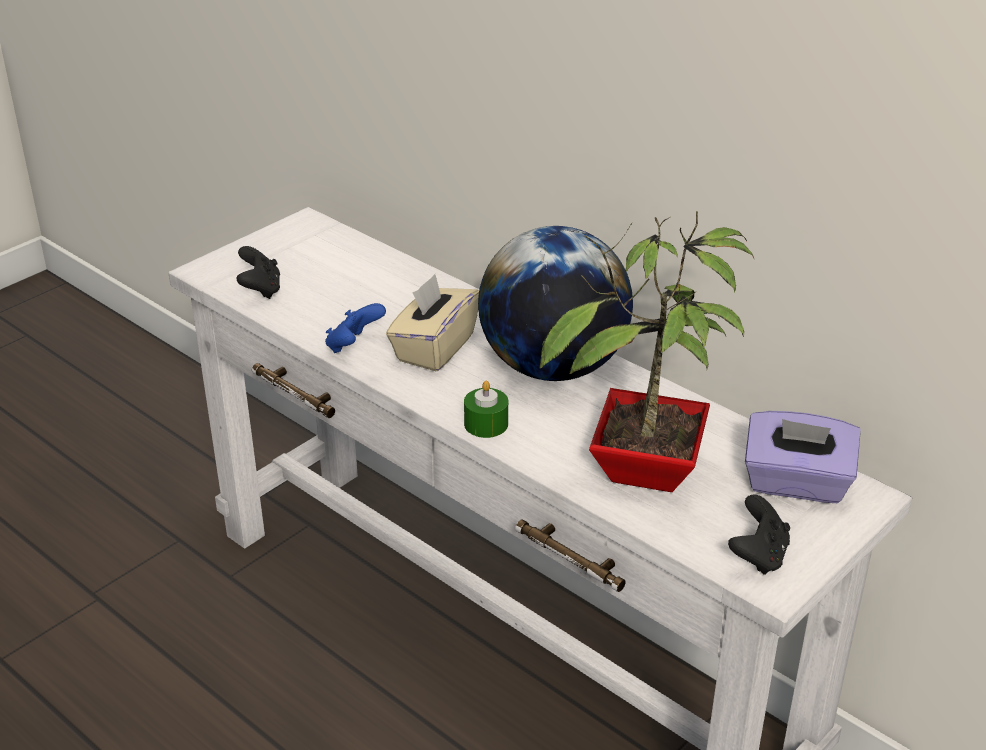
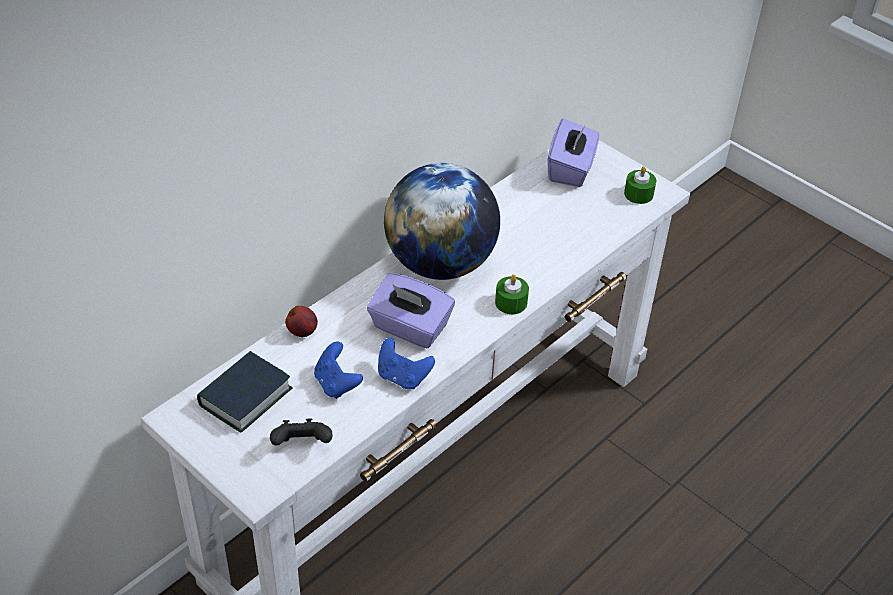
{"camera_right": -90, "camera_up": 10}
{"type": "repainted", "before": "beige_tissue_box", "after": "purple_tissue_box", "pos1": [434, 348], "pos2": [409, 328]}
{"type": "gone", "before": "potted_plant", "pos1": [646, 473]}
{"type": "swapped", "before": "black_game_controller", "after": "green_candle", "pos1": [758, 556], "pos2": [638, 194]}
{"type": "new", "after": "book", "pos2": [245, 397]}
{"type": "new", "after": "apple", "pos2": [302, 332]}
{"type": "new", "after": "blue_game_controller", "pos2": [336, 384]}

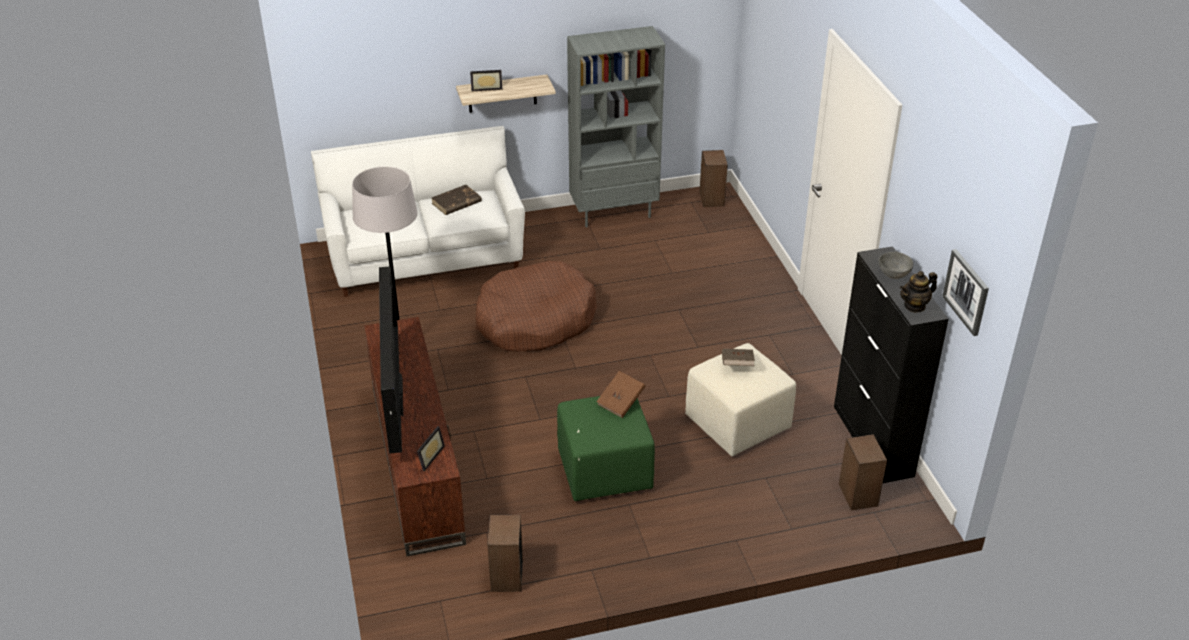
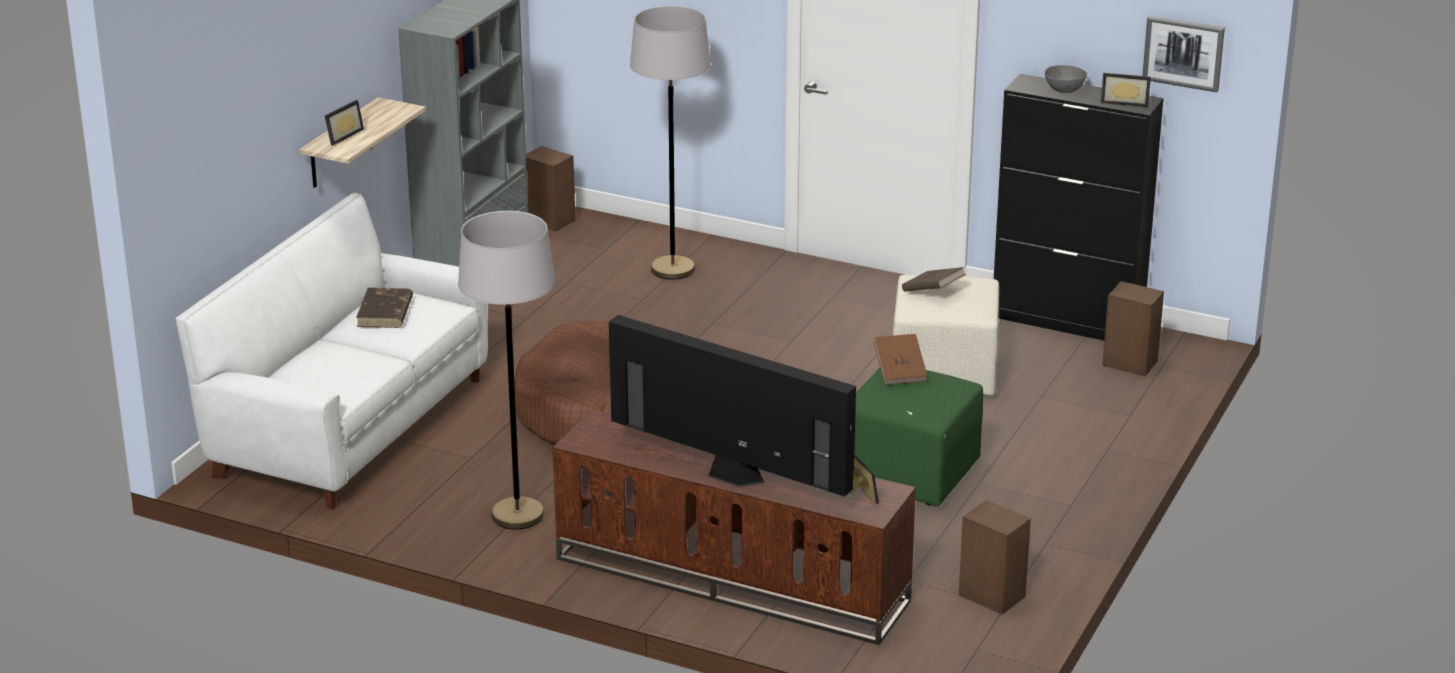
{"camera_right": -50, "camera_up": -10}
{"type": "swapped", "before": "teapot", "after": "picture_frame", "pos1": [915, 306], "pos2": [1125, 102]}
{"type": "new", "after": "grey_floor_lamp", "pos2": [672, 269]}

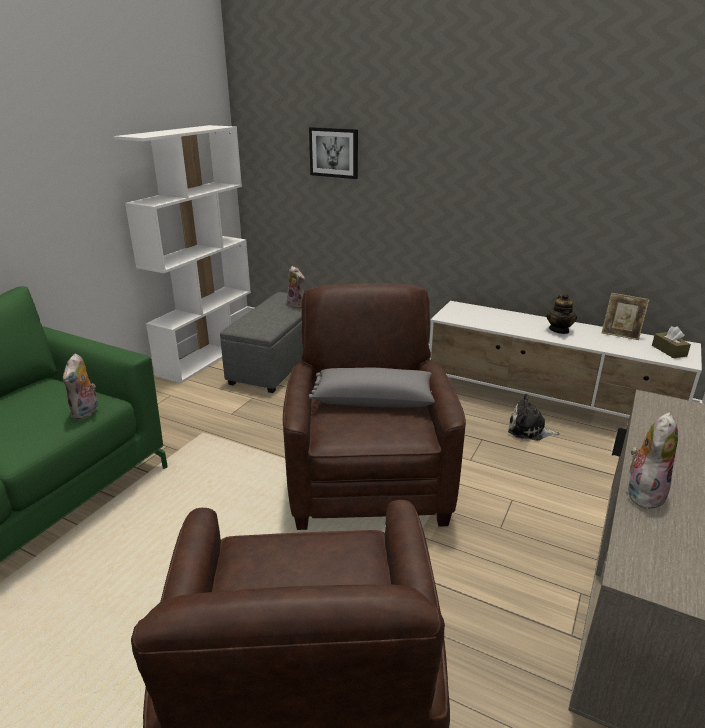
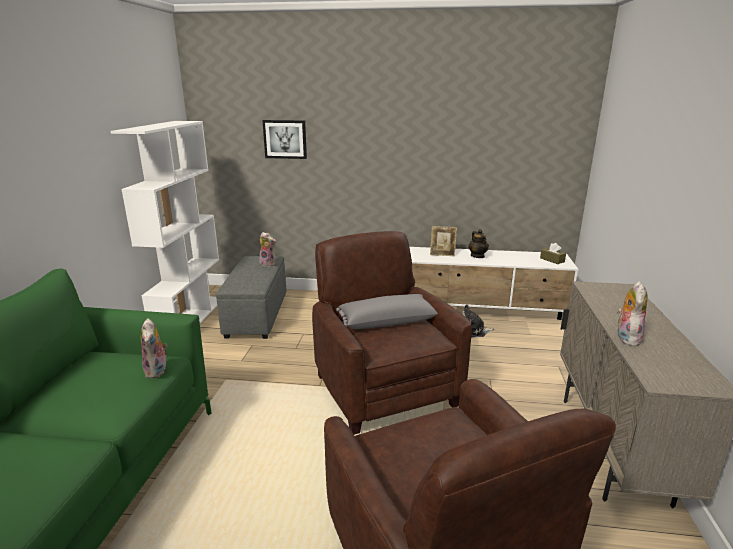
{"camera_right": -20, "camera_up": -5}
{"type": "shifted", "before": "picture_frame", "pos1": [620, 334], "pos2": [442, 254]}

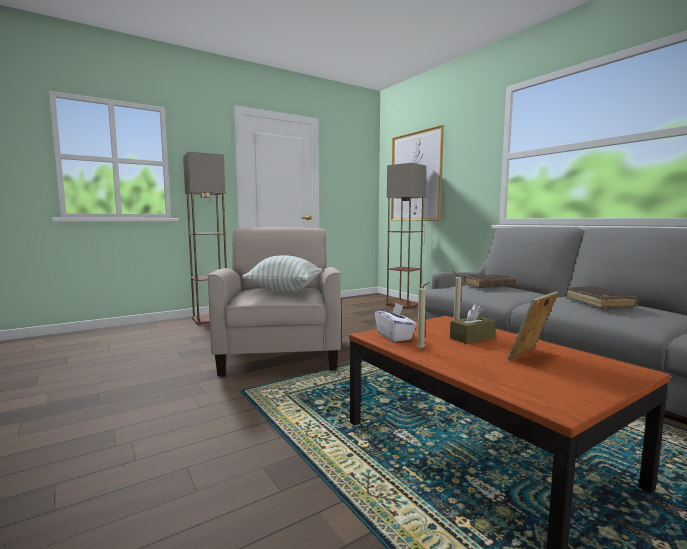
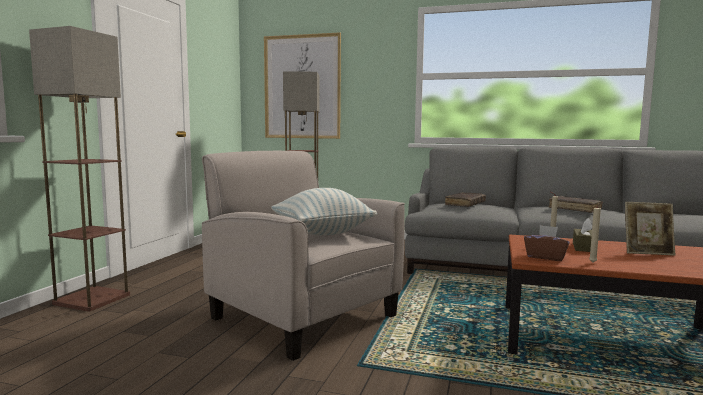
{"camera_right": -40, "camera_up": 0}
{"type": "repainted", "before": "white_tissue_box", "after": "brown_tissue_box", "pos1": [394, 336], "pos2": [545, 257]}
{"type": "rotated", "before": "picture_frame", "pos1": [530, 356], "pos2": [647, 252], "turn": -90}

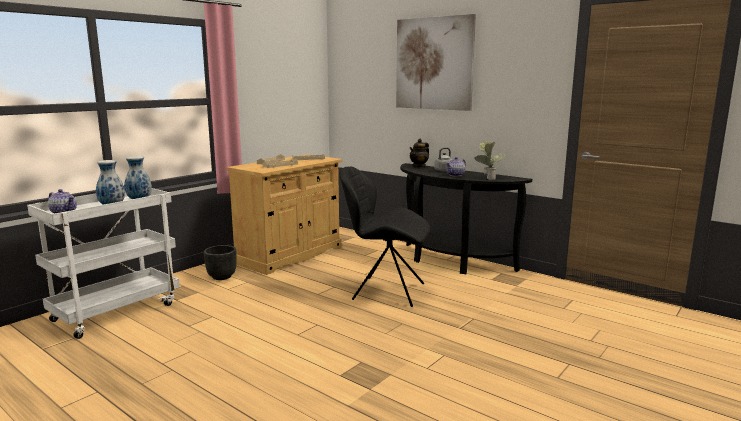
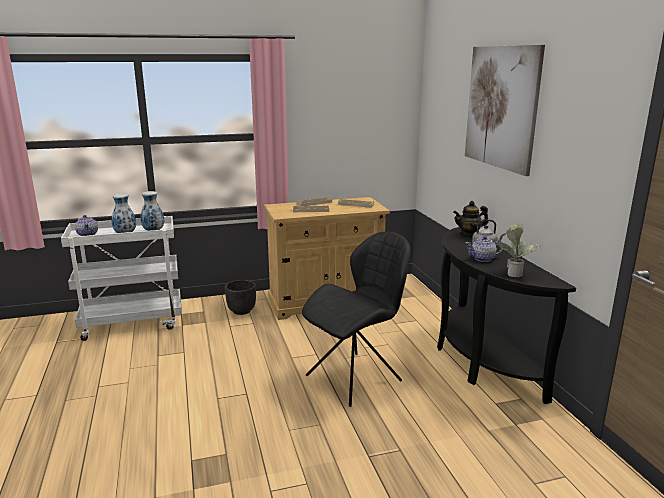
{"camera_right": 35, "camera_up": 5}
{"type": "rotated", "before": "black_chair", "pos1": [386, 291], "pos2": [356, 377], "turn": 90}

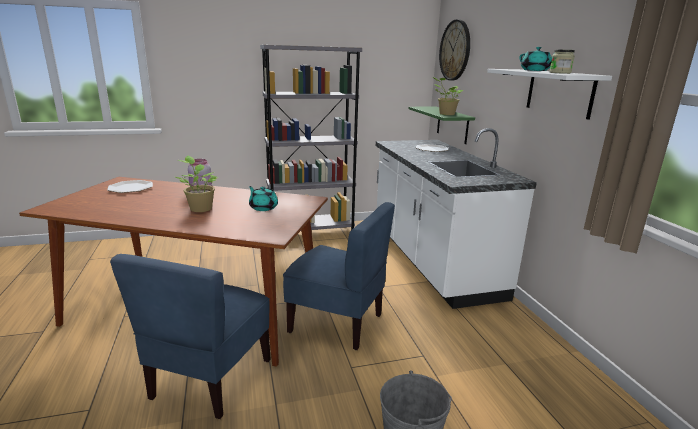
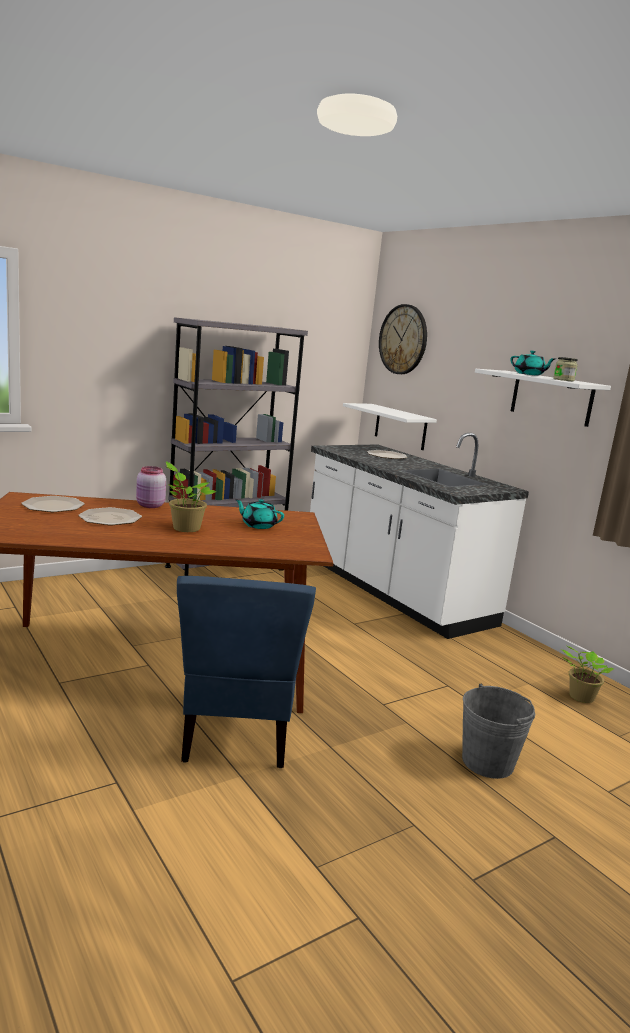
{"camera_right": -20, "camera_up": -5}
{"type": "gone", "before": "blue_chair", "pos1": [337, 323]}
{"type": "repainted", "before": "green_shelf", "after": "white_shelf", "pos1": [452, 124], "pos2": [400, 427]}
{"type": "shifted", "before": "potted_plant", "pos1": [445, 114], "pos2": [579, 697]}
{"type": "new", "after": "plate", "pos2": [111, 518]}

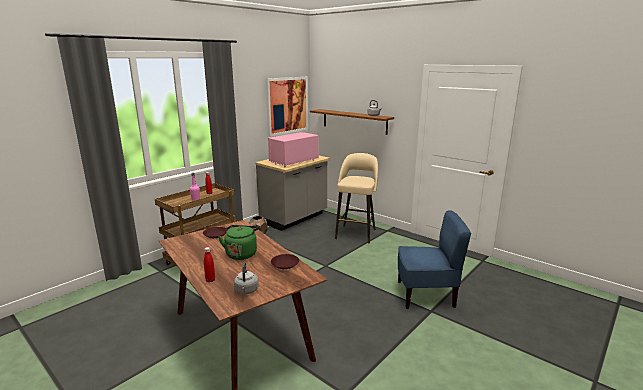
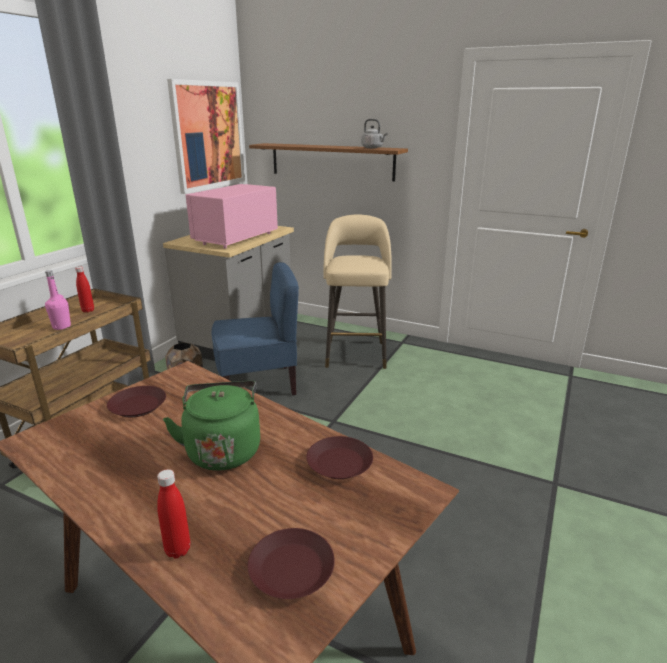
{"camera_right": -15, "camera_up": 5}
{"type": "swapped", "before": "grey_kettle", "after": "brown_plate", "pos1": [246, 291], "pos2": [292, 569]}
{"type": "shifted", "before": "blue_chair", "pos1": [425, 295], "pos2": [258, 384]}

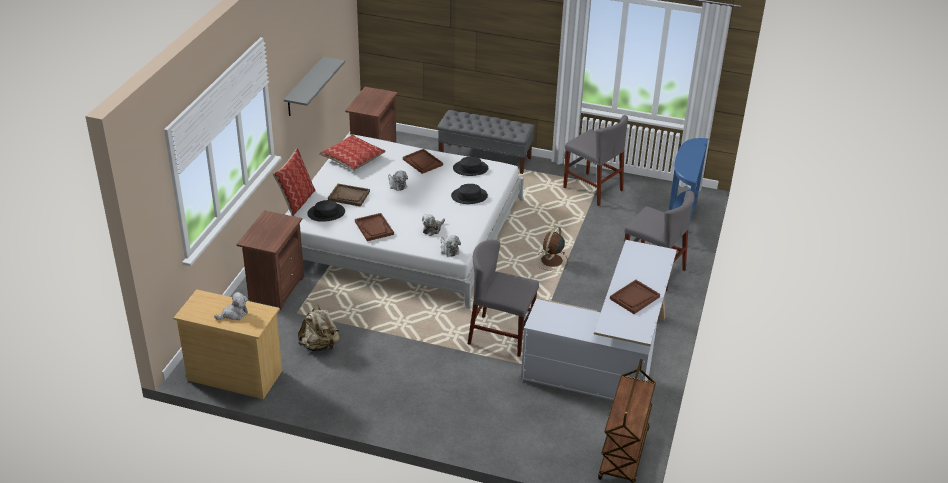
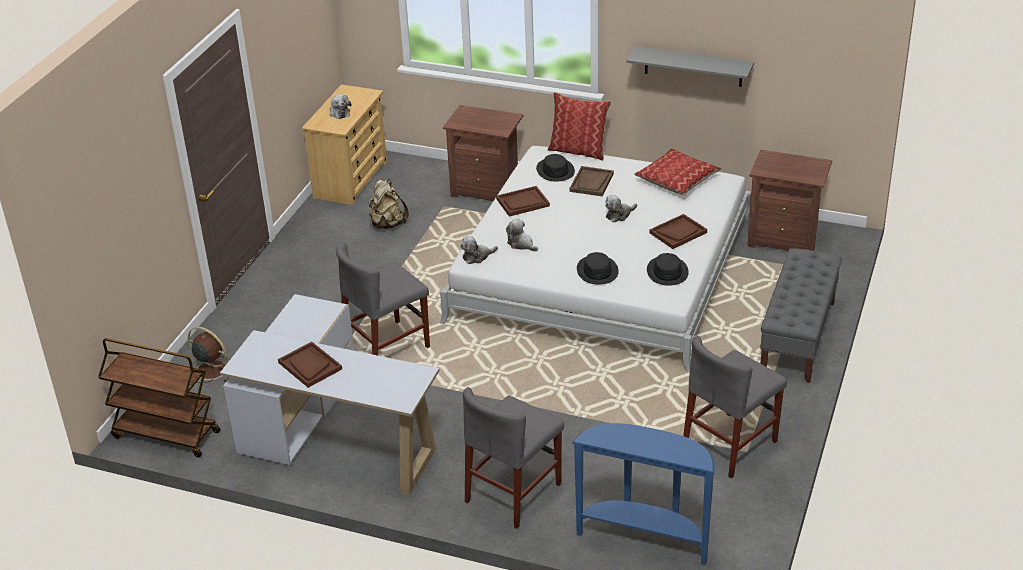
{"camera_right": 95, "camera_up": 0}
{"type": "rotated", "before": "grey_chair", "pos1": [501, 336], "pos2": [386, 347], "turn": -150}
{"type": "shifted", "before": "brown_fan", "pos1": [551, 261], "pos2": [210, 369]}

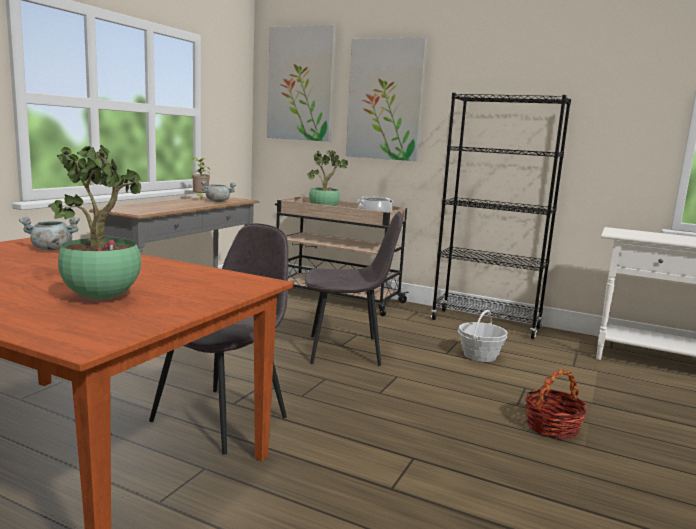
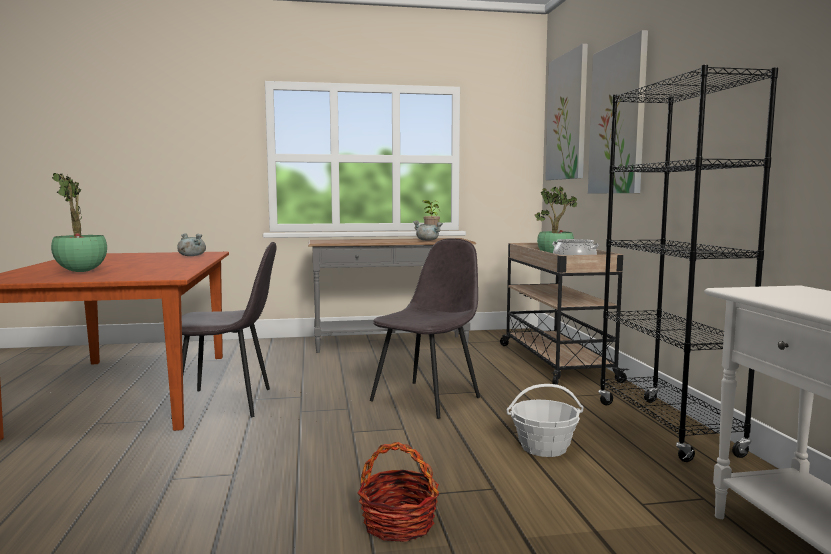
{"camera_right": 55, "camera_up": -5}
{"type": "rotated", "before": "grey_chair", "pos1": [347, 350], "pos2": [427, 398], "turn": -105}

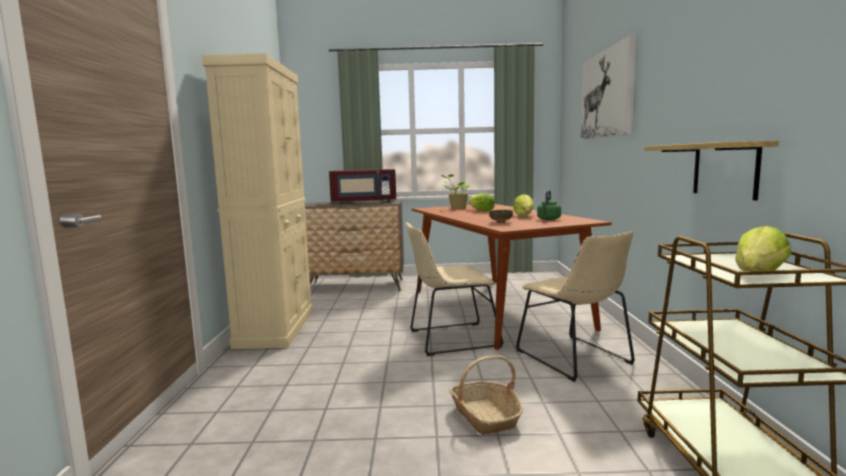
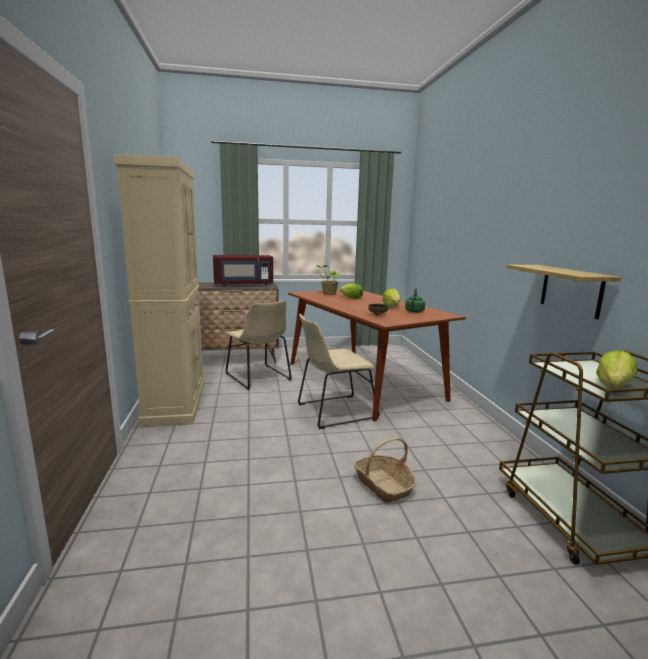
{"camera_right": -10, "camera_up": 5}
{"type": "shifted", "before": "beige_chair", "pos1": [576, 359], "pos2": [259, 378]}
{"type": "gone", "before": "picture", "pos1": [606, 94]}

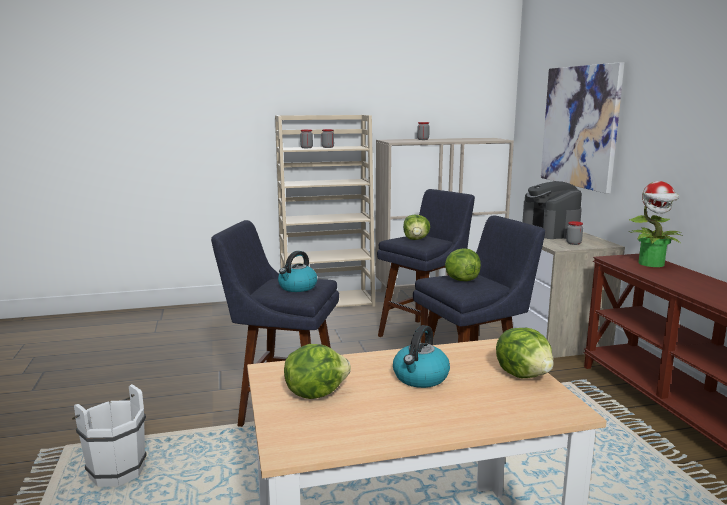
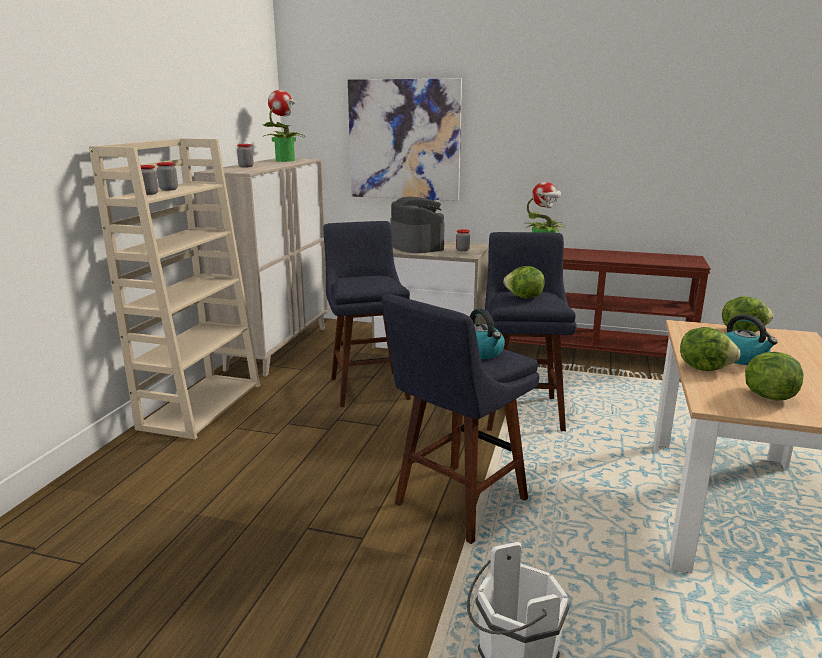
{"camera_right": -60, "camera_up": 5}
{"type": "shifted", "before": "lettuce", "pos1": [416, 239], "pos2": [704, 368]}
{"type": "rotated", "before": "coffee_machine", "pos1": [549, 232], "pos2": [416, 246], "turn": -135}
{"type": "new", "after": "potted_plant", "pos2": [285, 160]}

